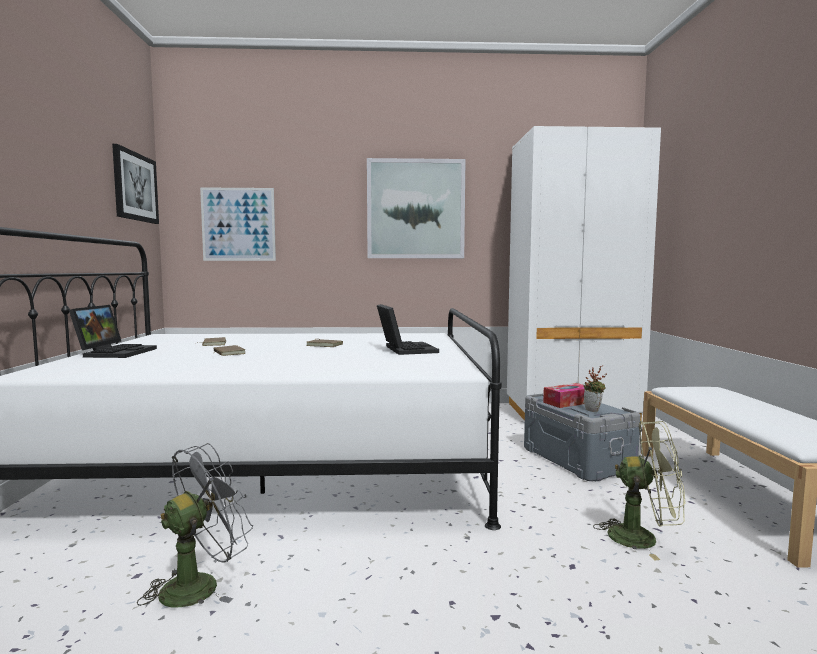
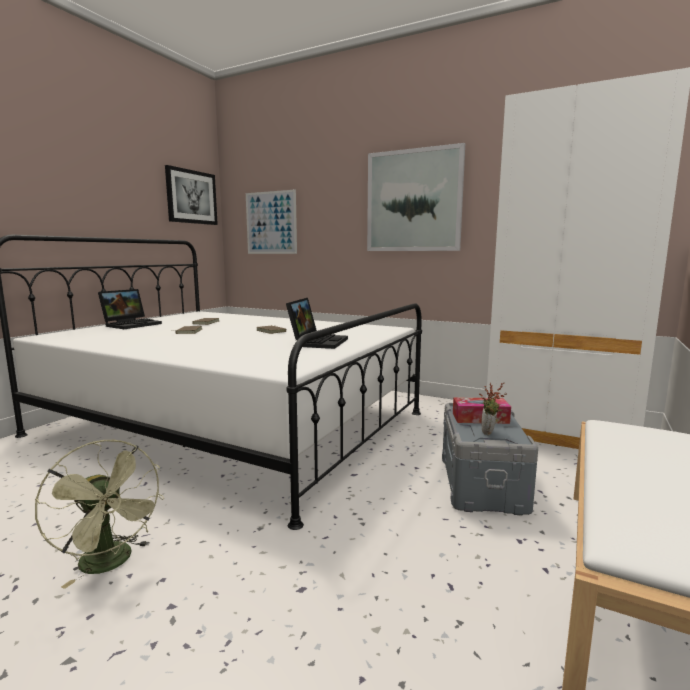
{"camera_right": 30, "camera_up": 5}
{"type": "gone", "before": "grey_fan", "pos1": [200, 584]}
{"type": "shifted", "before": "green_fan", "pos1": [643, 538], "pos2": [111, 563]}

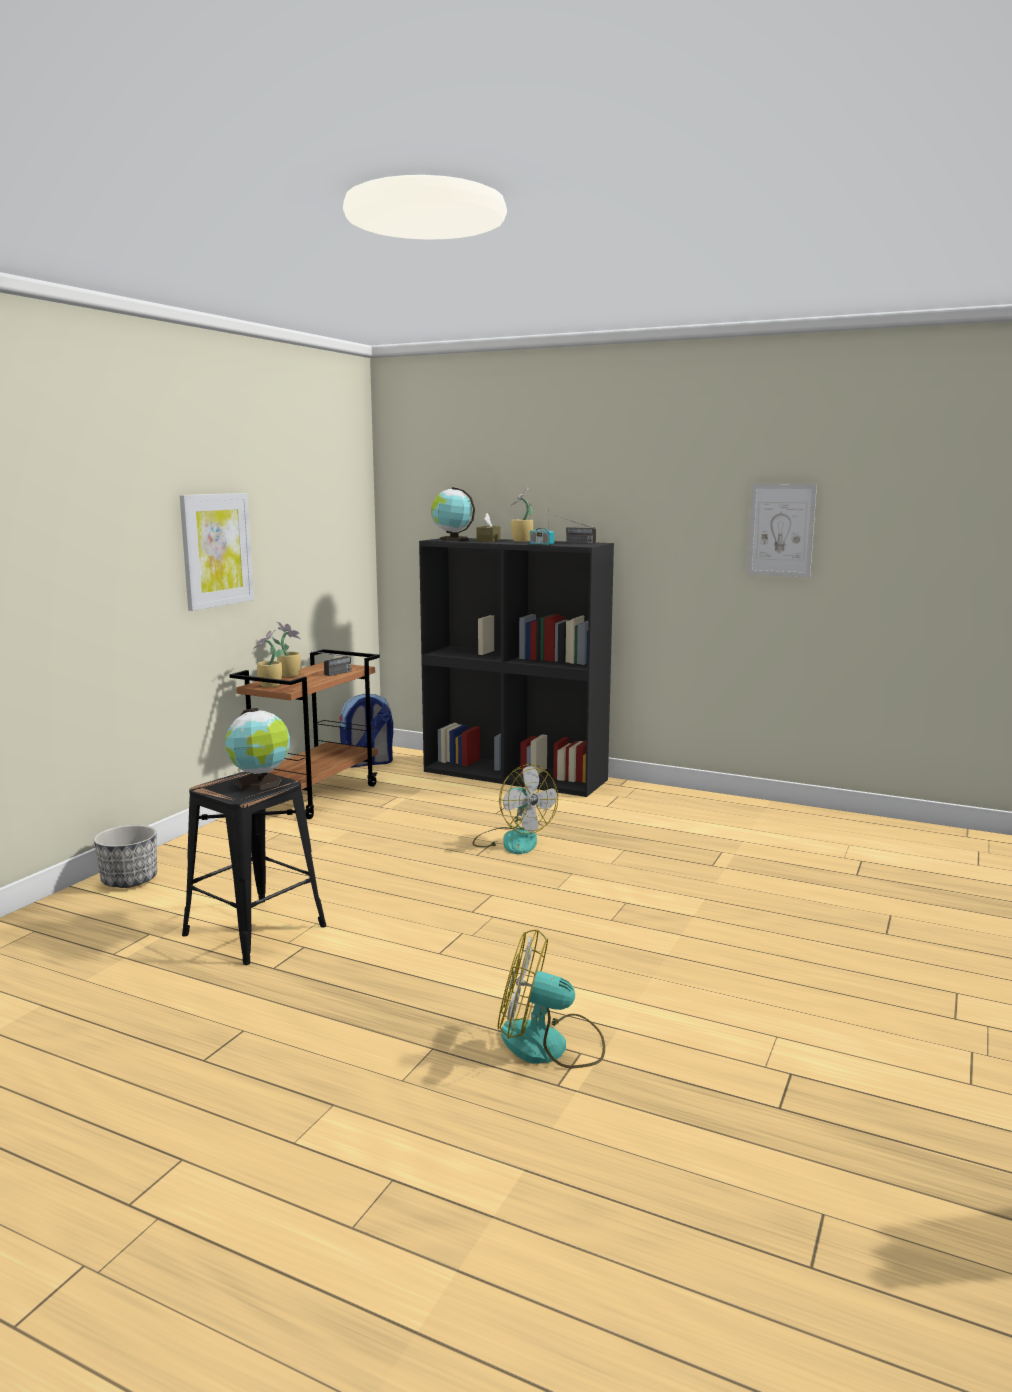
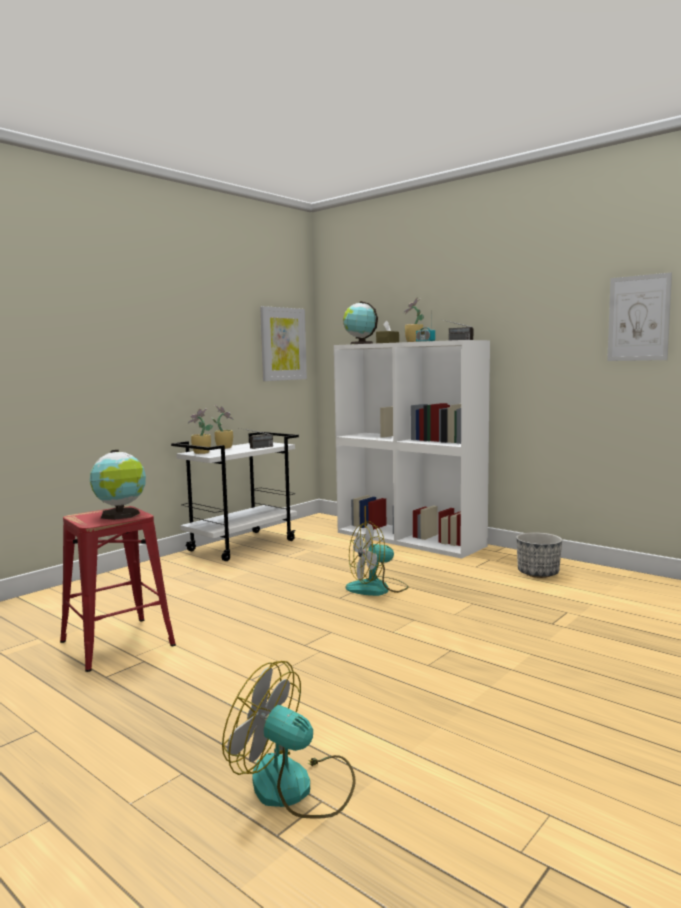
{"camera_right": 15, "camera_up": -5}
{"type": "shifted", "before": "planter", "pos1": [130, 881], "pos2": [538, 573]}
{"type": "shifted", "before": "picture", "pos1": [216, 550], "pos2": [283, 344]}
{"type": "repainted", "before": "black_stool", "after": "red_stool", "pos1": [255, 930], "pos2": [117, 643]}
{"type": "repainted", "before": "brown_cart", "after": "white_cart", "pos1": [314, 796], "pos2": [242, 545]}
{"type": "gone", "before": "backpack", "pos1": [367, 763]}
{"type": "repainted", "before": "black_bookcase", "after": "white_bookcase", "pos1": [516, 775], "pos2": [410, 539]}
{"type": "rotated", "before": "fan", "pos1": [512, 840], "pos2": [377, 588], "turn": 90}

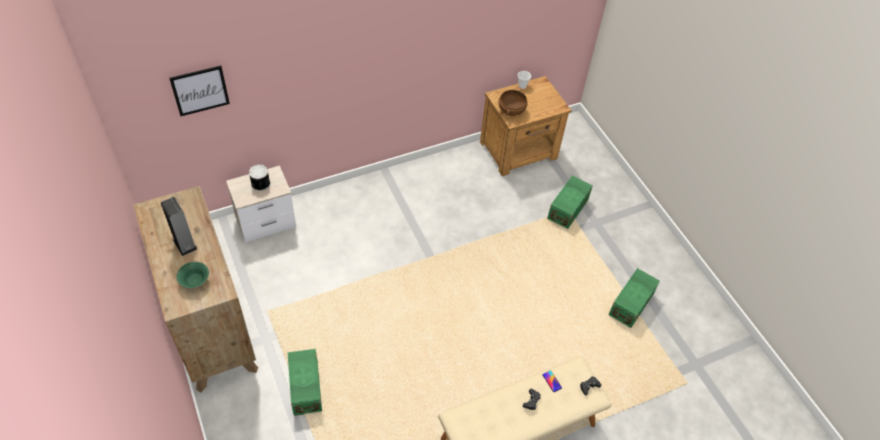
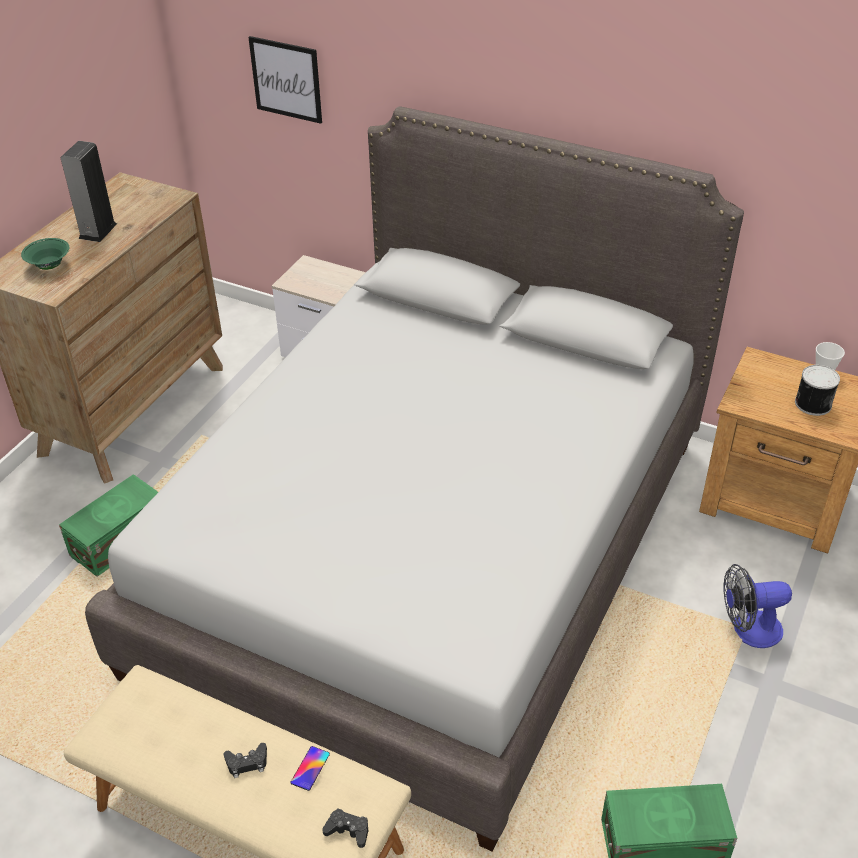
{"camera_right": 55, "camera_up": -10}
{"type": "shifted", "before": "can", "pos1": [260, 183], "pos2": [812, 403]}
{"type": "gone", "before": "brown_bowl", "pos1": [511, 110]}
{"type": "swapped", "before": "green_storage_box", "after": "fan", "pos1": [568, 209], "pos2": [748, 630]}
{"type": "new", "after": "grey_bed", "pos2": [432, 551]}

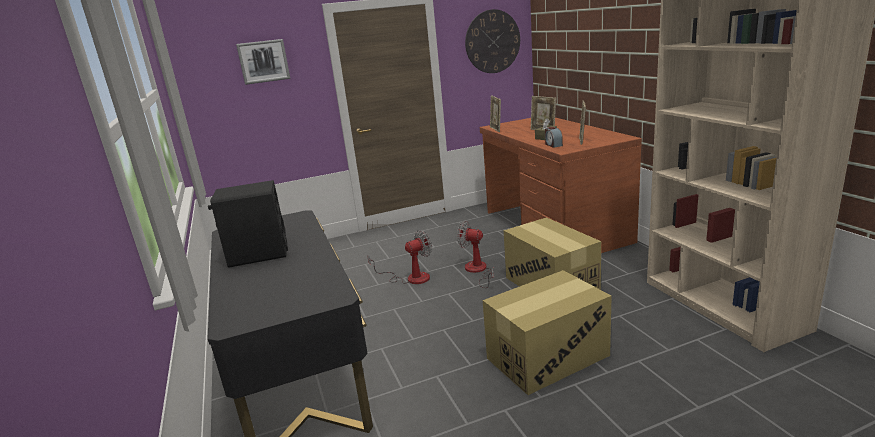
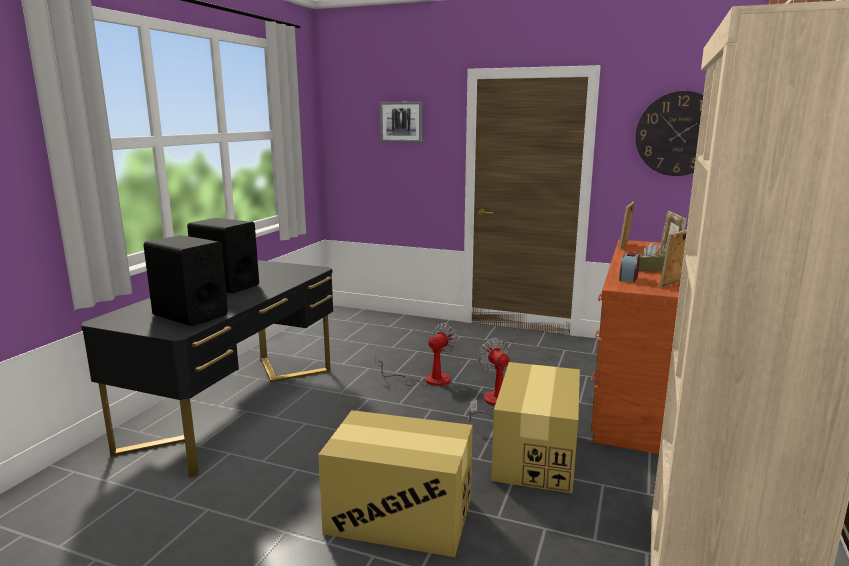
{"camera_right": 40, "camera_up": -5}
{"type": "rotated", "before": "fan", "pos1": [410, 278], "pos2": [427, 380], "turn": -60}
{"type": "new", "after": "black_speaker", "pos2": [190, 315]}

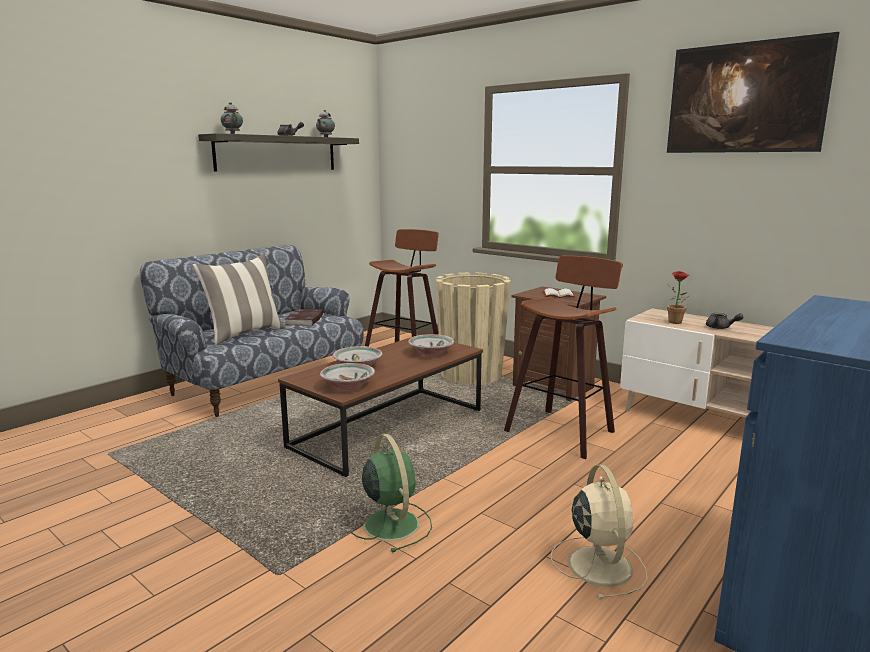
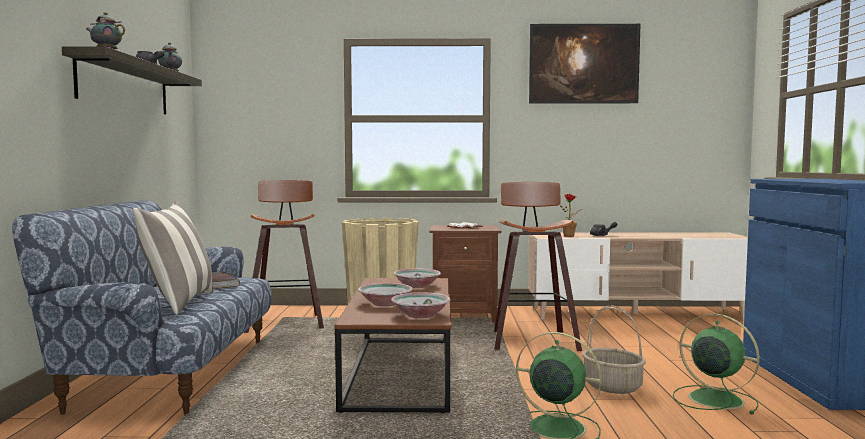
{"camera_right": -40, "camera_up": -10}
{"type": "repainted", "before": "beige_fan", "after": "green_fan", "pos1": [598, 564], "pos2": [713, 399]}
{"type": "new", "after": "basket", "pos2": [613, 386]}

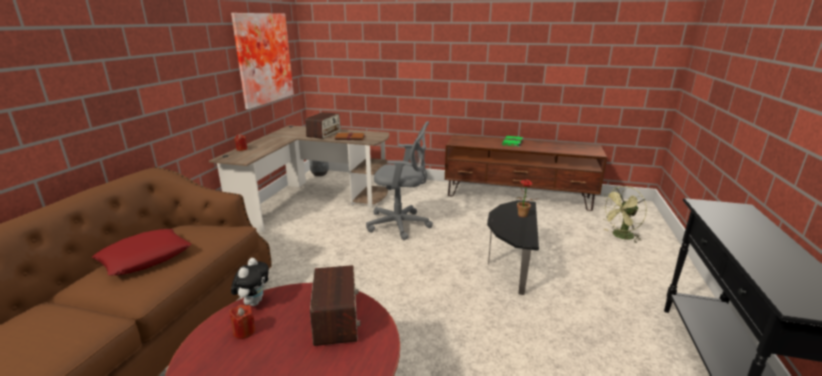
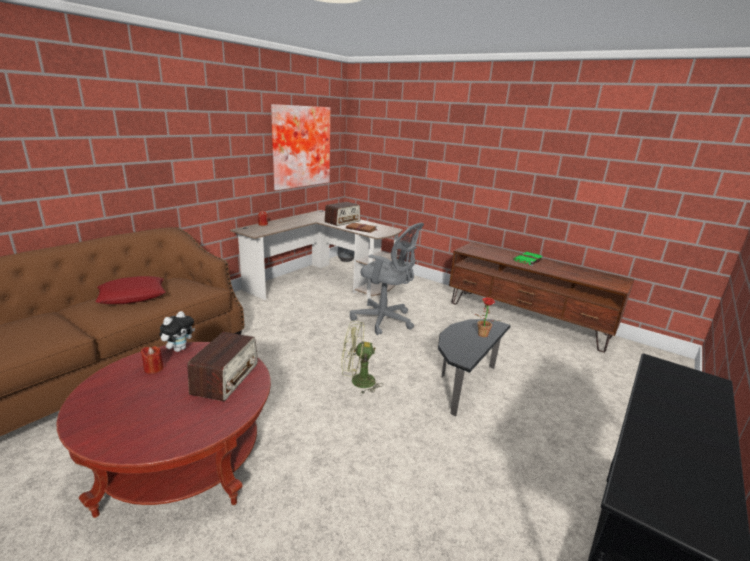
{"camera_right": 20, "camera_up": 0}
{"type": "shifted", "before": "green_fan", "pos1": [620, 236], "pos2": [357, 382]}

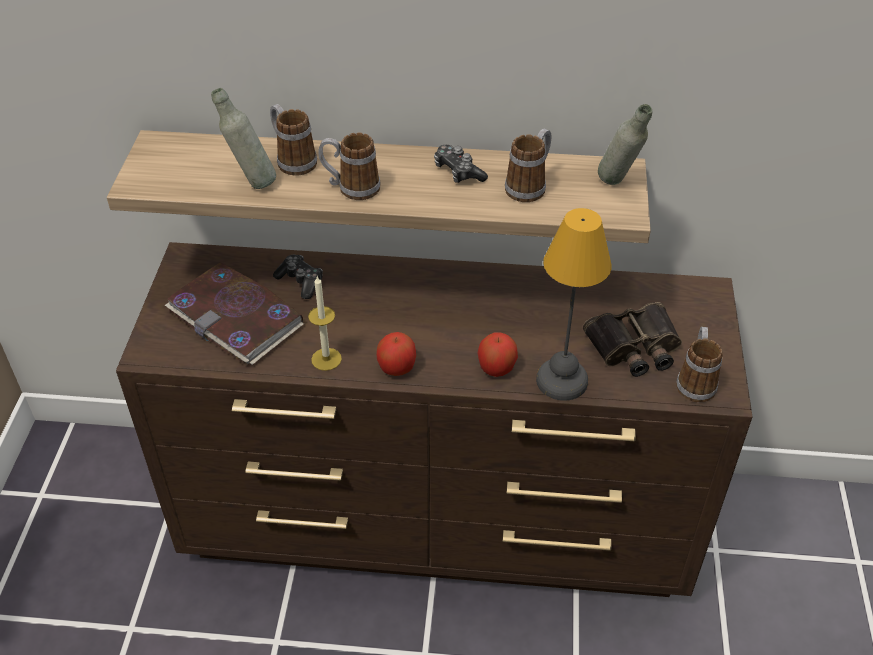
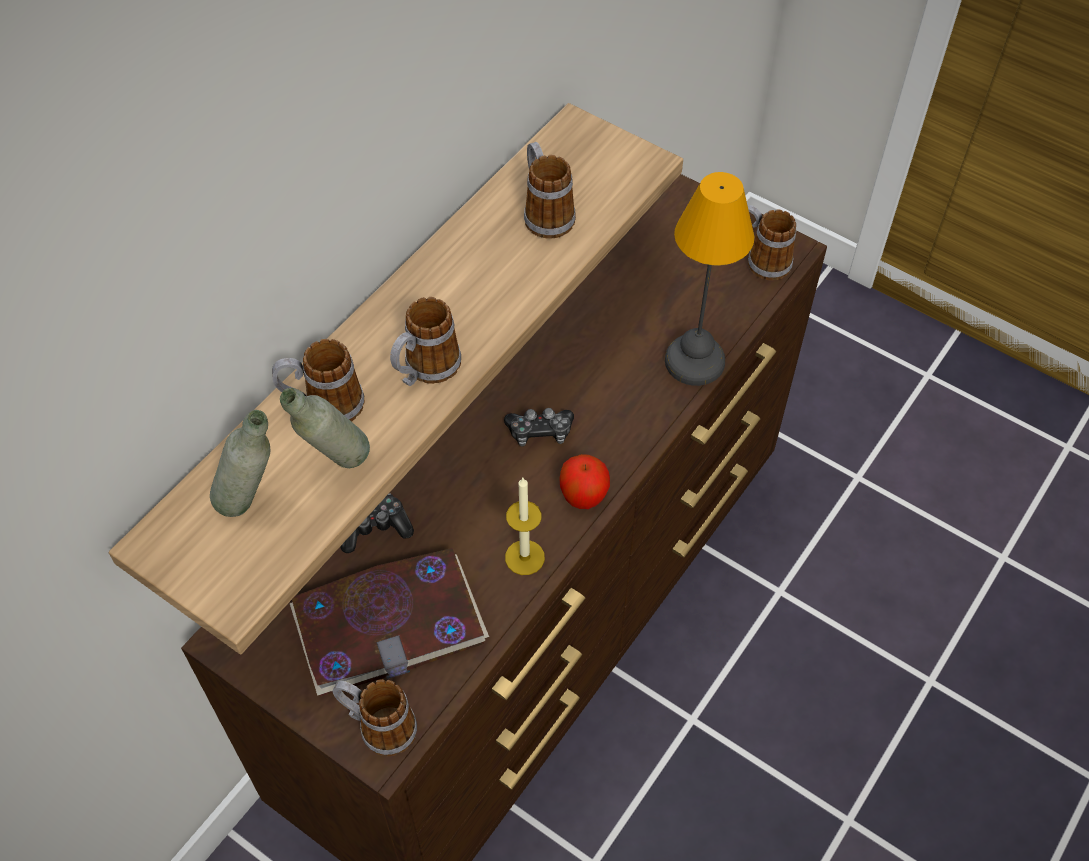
{"camera_right": -60, "camera_up": 10}
{"type": "shifted", "before": "game_controller", "pos1": [458, 172], "pos2": [540, 432]}
{"type": "gone", "before": "apple", "pos1": [496, 368]}
{"type": "gone", "before": "binoculars", "pos1": [634, 347]}
{"type": "shifted", "before": "grey_bottle", "pos1": [618, 186], "pos2": [253, 504]}
{"type": "new", "after": "mug", "pos2": [378, 726]}

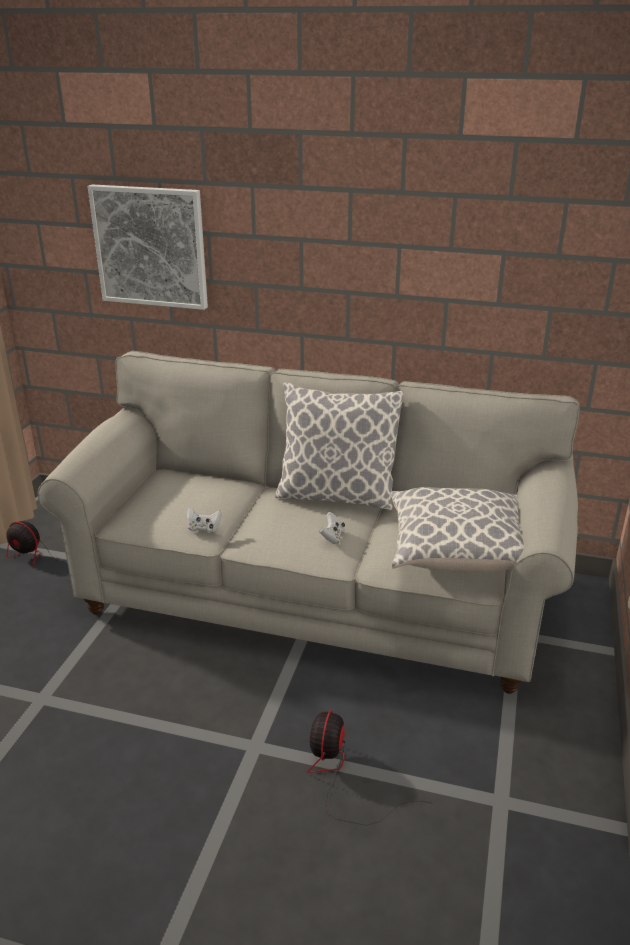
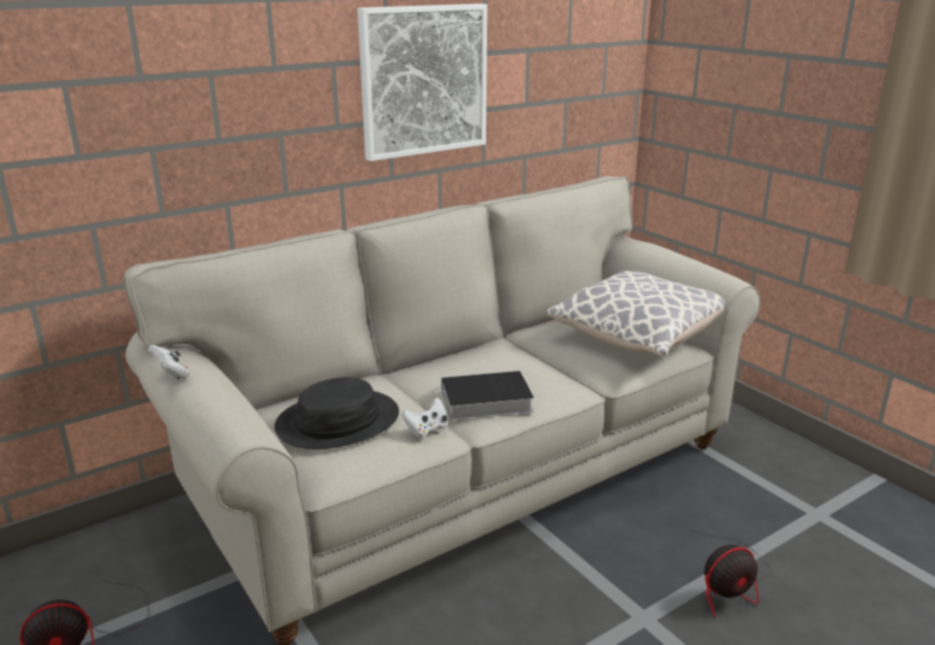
{"camera_right": -50, "camera_up": -5}
{"type": "shifted", "before": "picture", "pos1": [150, 247], "pos2": [423, 80]}
{"type": "gone", "before": "pillow", "pos1": [336, 495]}
{"type": "rotated", "before": "fan", "pos1": [341, 775], "pos2": [728, 582], "turn": -75}
{"type": "shifted", "before": "white_game_controller", "pos1": [332, 537], "pos2": [172, 375]}
{"type": "new", "after": "black_hat", "pos2": [338, 421]}
{"type": "new", "after": "book", "pos2": [483, 401]}

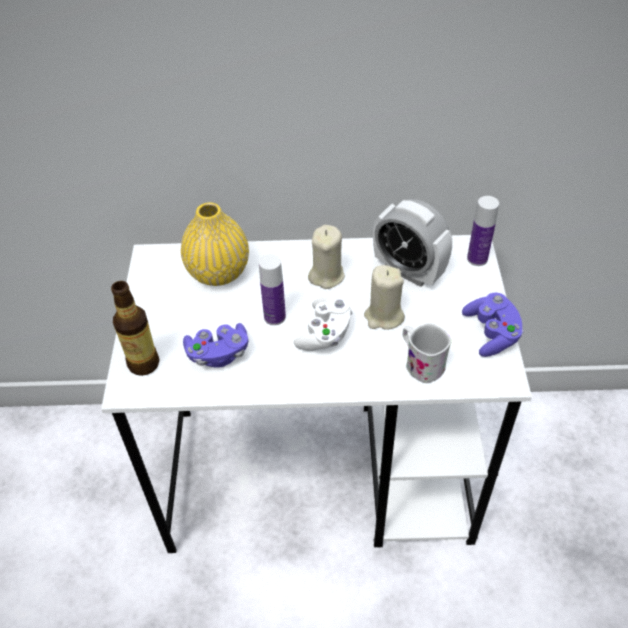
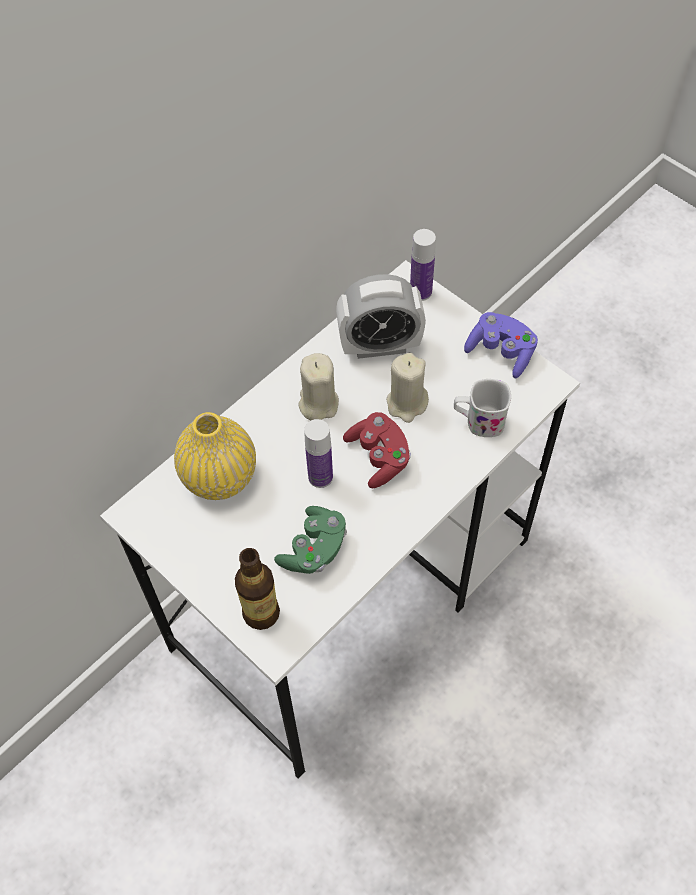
{"camera_right": -45, "camera_up": 10}
{"type": "repainted", "before": "purple_game_controller", "after": "green_game_controller", "pos1": [218, 354], "pos2": [314, 549]}
{"type": "repainted", "before": "white_game_controller", "after": "red_game_controller", "pos1": [325, 334], "pos2": [379, 457]}

